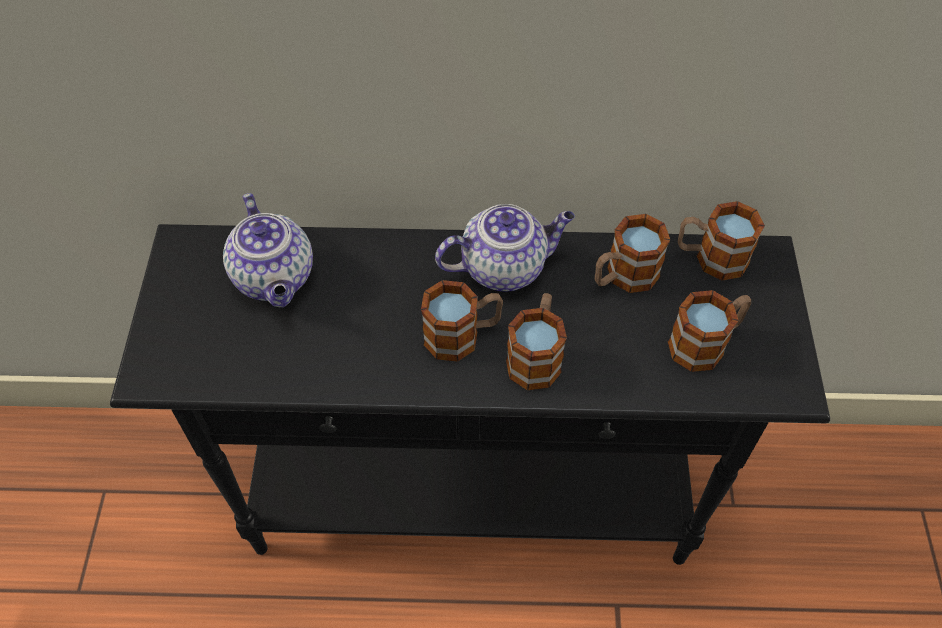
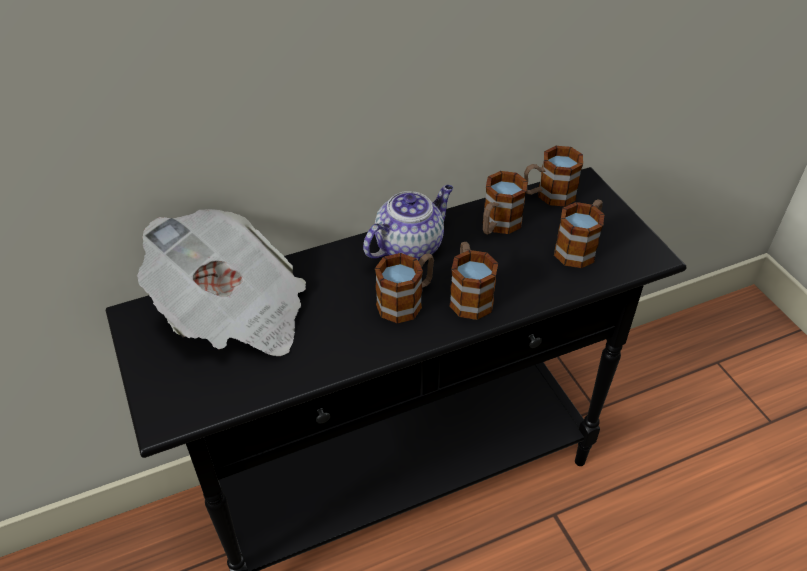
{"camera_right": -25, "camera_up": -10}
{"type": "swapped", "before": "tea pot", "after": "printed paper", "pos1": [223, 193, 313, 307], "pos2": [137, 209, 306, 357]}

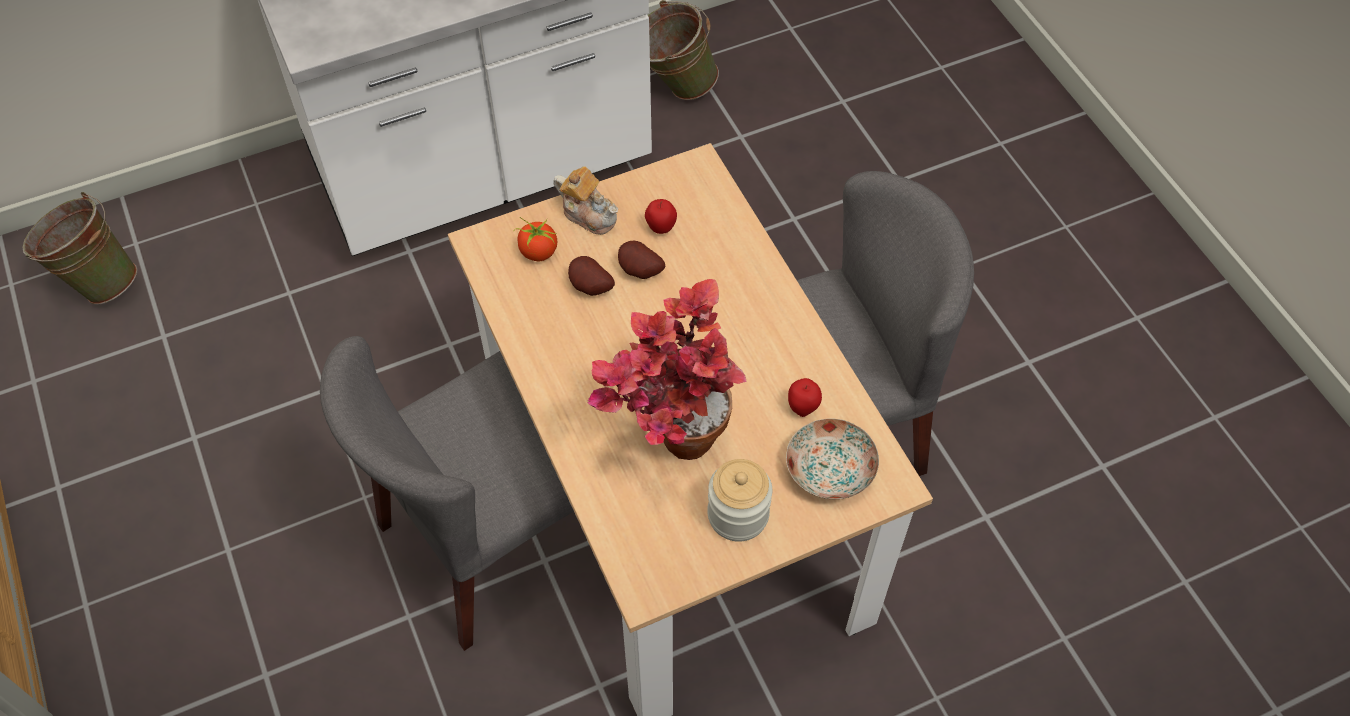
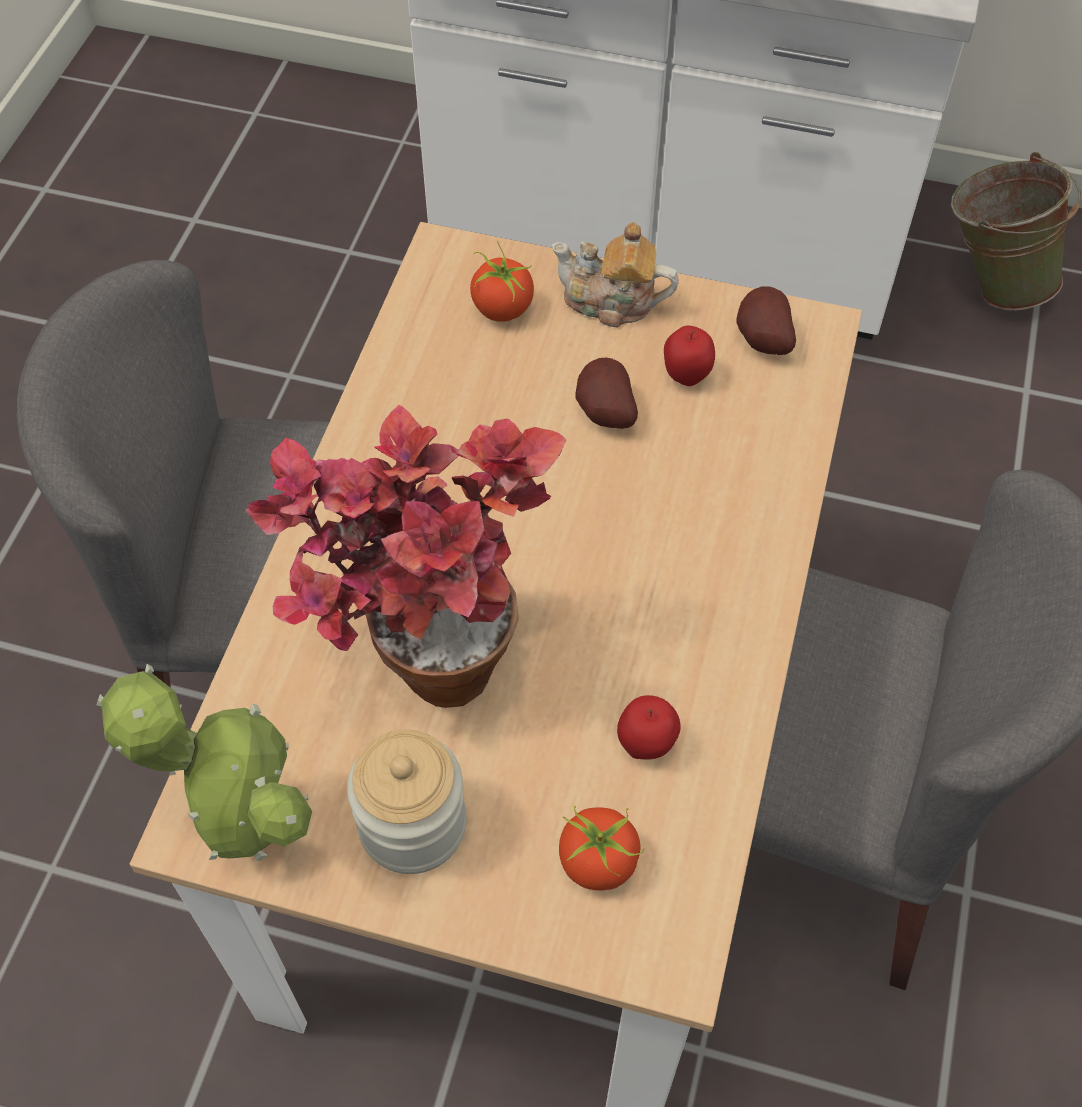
{"camera_right": 40, "camera_up": 0}
{"type": "gone", "before": "green bucket", "pos1": [22, 192, 137, 305]}
{"type": "rotated", "before": "tea pot", "pos1": [553, 166, 618, 235], "pos2": [552, 222, 679, 327], "turn": 120}
{"type": "shifted", "before": "potato", "pos1": [568, 256, 615, 296], "pos2": [737, 286, 796, 355]}
{"type": "swapped", "before": "dinner plate", "after": "fresh tomato", "pos1": [786, 419, 879, 499], "pos2": [559, 806, 645, 890]}
{"type": "new", "after": "houseplant", "pos2": [97, 664, 312, 861]}

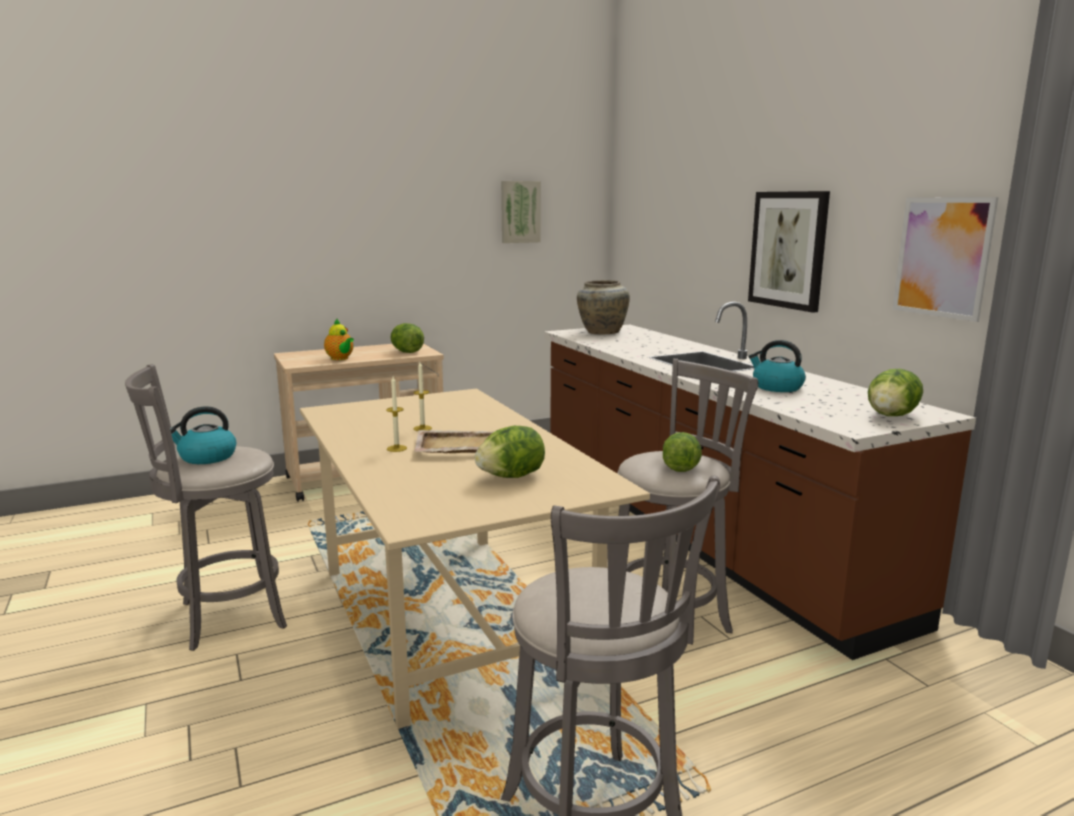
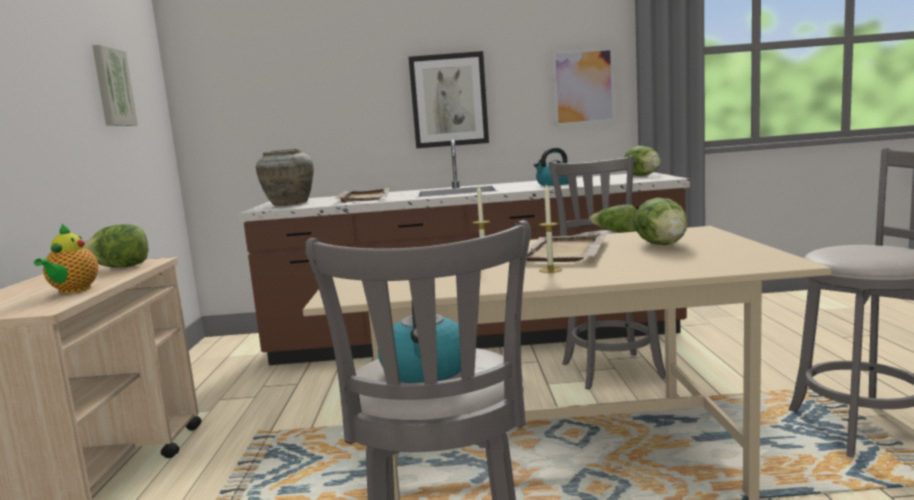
{"camera_right": -65, "camera_up": -5}
{"type": "rotated", "before": "tea pot", "pos1": [324, 319, 354, 360], "pos2": [34, 224, 98, 294], "turn": 105}
{"type": "new", "after": "beige-coloured carrying tray", "pos2": [334, 188, 389, 203]}

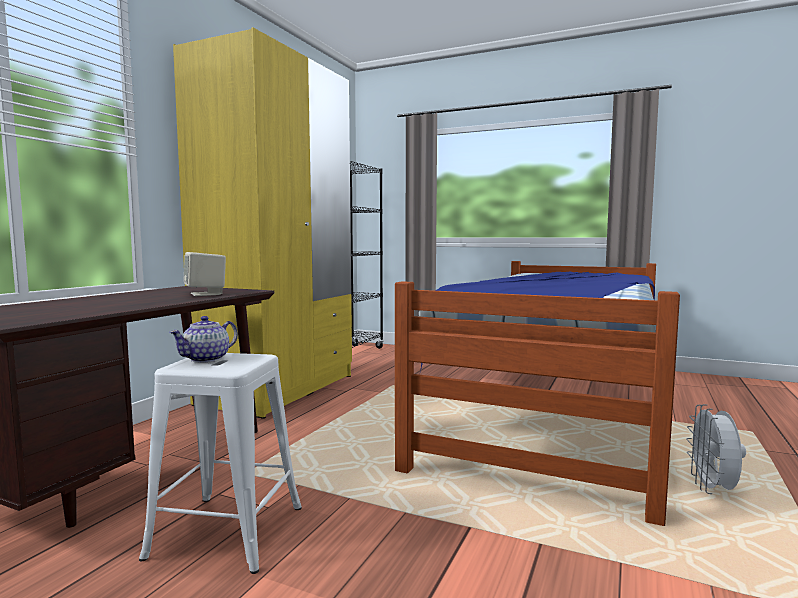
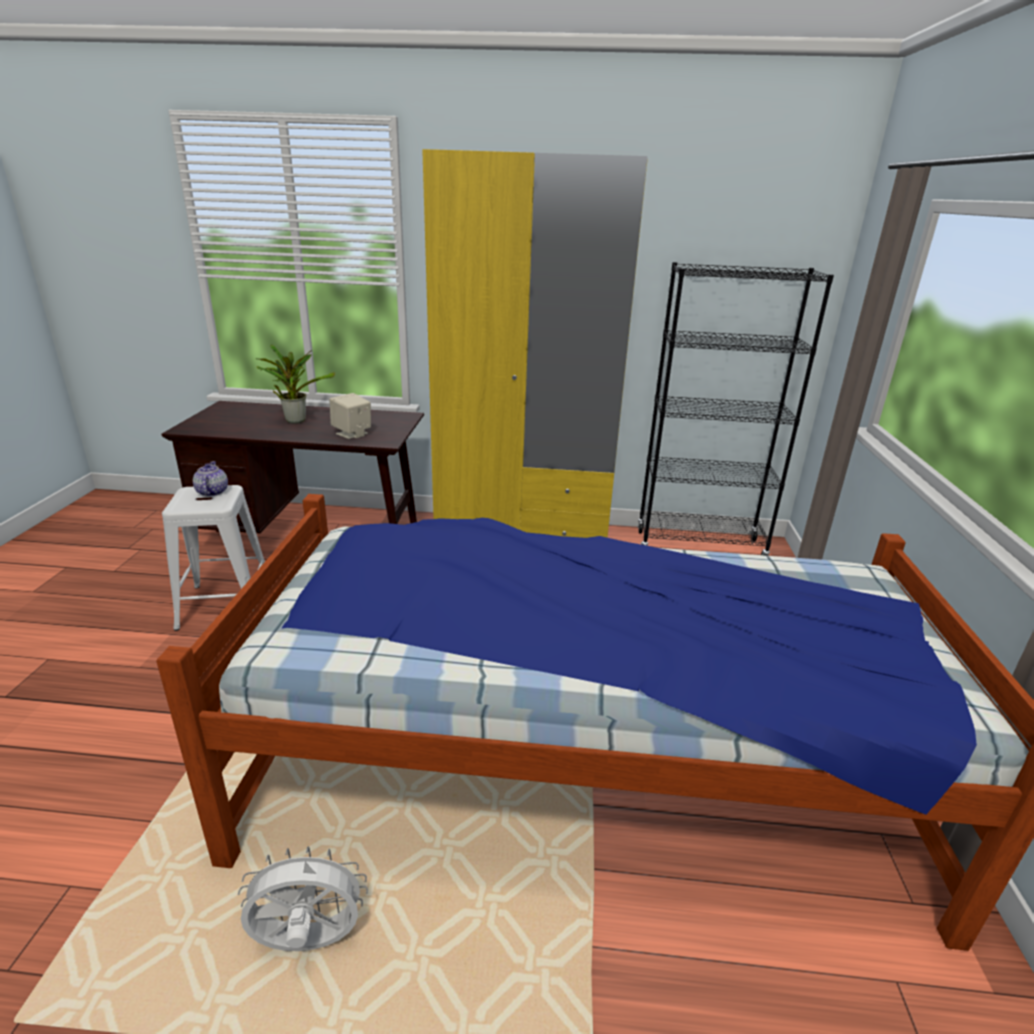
{"camera_right": 70, "camera_up": 20}
{"type": "rotated", "before": "tea pot", "pos1": [169, 316, 238, 363], "pos2": [193, 461, 228, 497], "turn": 60}
{"type": "new", "after": "houseplant", "pos2": [256, 344, 335, 424]}

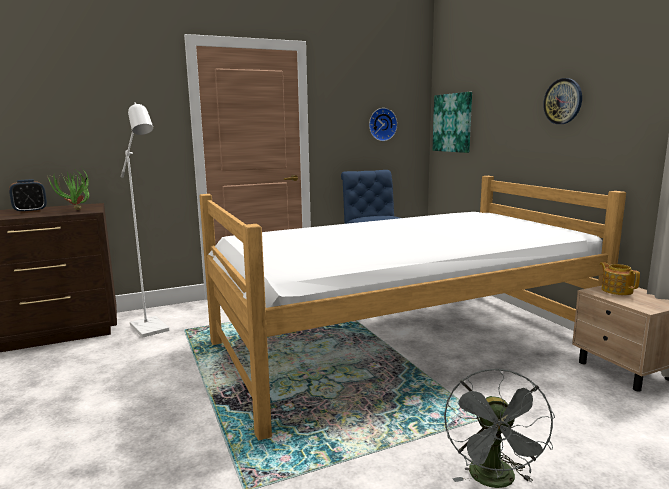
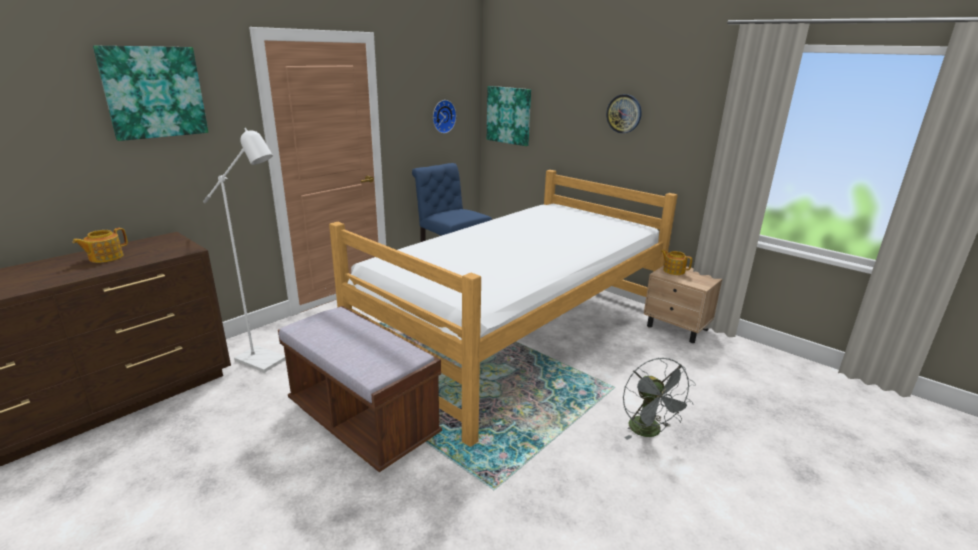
{"camera_right": -25, "camera_up": 10}
{"type": "swapped", "before": "bedside clock", "after": "tea pot", "pos1": [9, 179, 47, 213], "pos2": [72, 228, 128, 263]}
{"type": "gone", "before": "houseplant", "pos1": [47, 168, 91, 210]}
{"type": "new", "after": "picture", "pos2": [93, 46, 208, 141]}
{"type": "new", "after": "brown-coloured indoor bench", "pos2": [278, 306, 442, 472]}

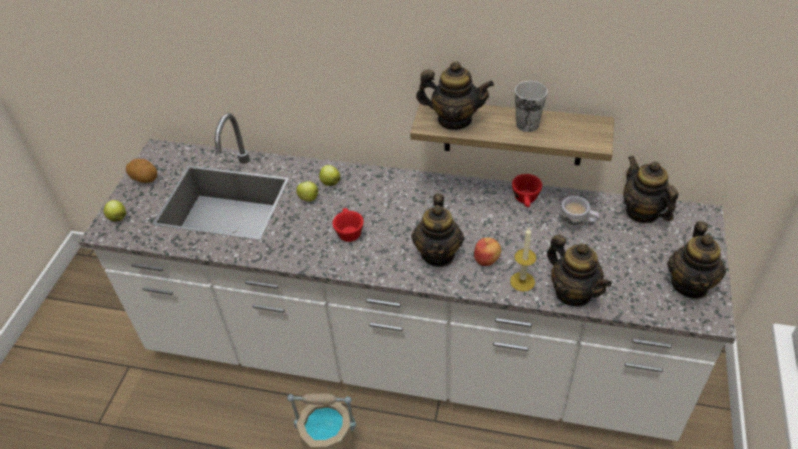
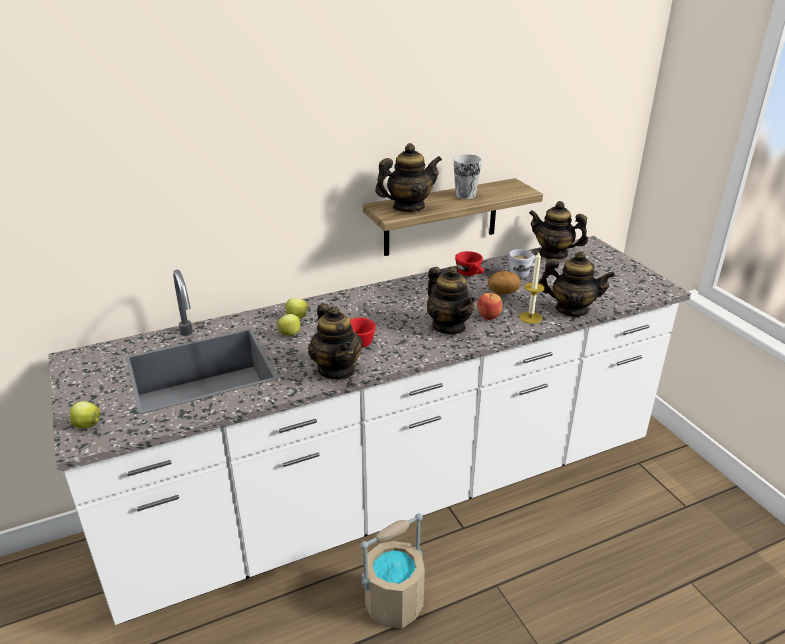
{"camera_right": -40, "camera_up": -15}
{"type": "shifted", "before": "potato", "pos1": [126, 159, 157, 183], "pos2": [488, 271, 520, 295]}
{"type": "shifted", "before": "tea pot", "pos1": [667, 221, 726, 299], "pos2": [308, 304, 363, 380]}

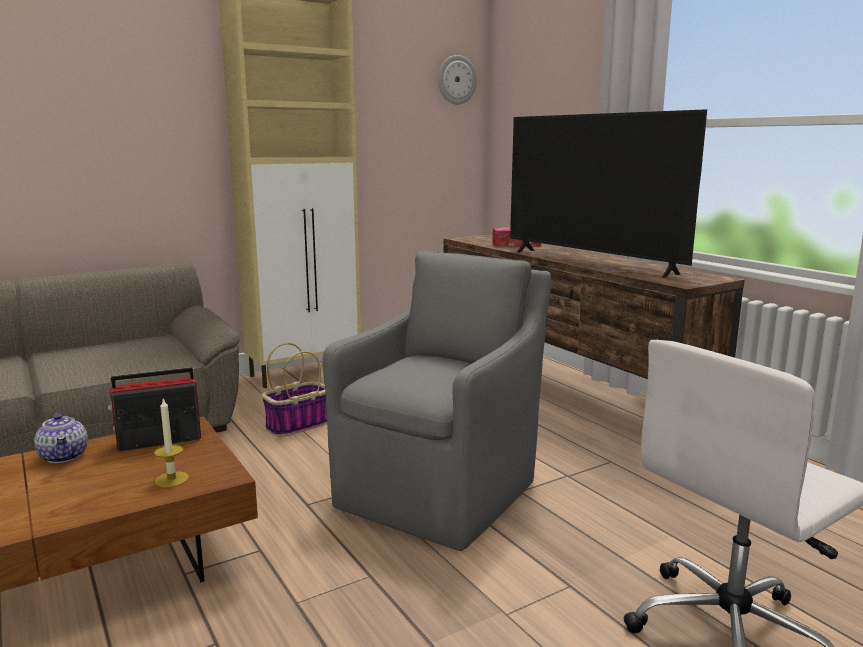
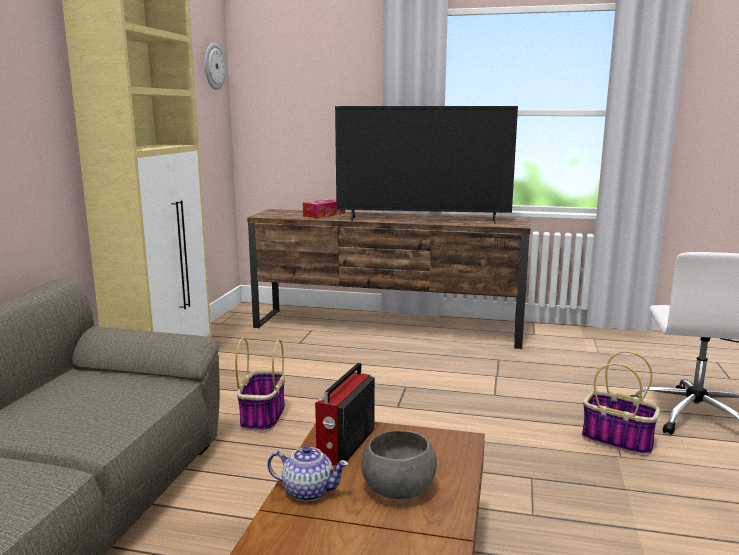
{"camera_right": -45, "camera_up": 0}
{"type": "gone", "before": "wax candle", "pos1": [154, 397, 189, 488]}
{"type": "gone", "before": "greyish easy chair", "pos1": [323, 251, 551, 551]}
{"type": "new", "after": "greyish serving bowl", "pos2": [361, 430, 437, 499]}
{"type": "new", "after": "storage basket", "pos2": [582, 351, 660, 456]}

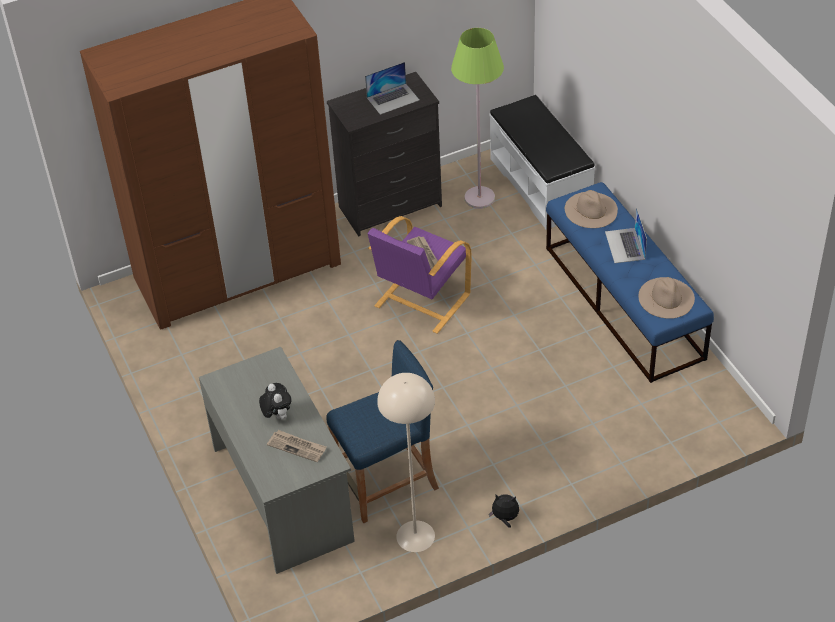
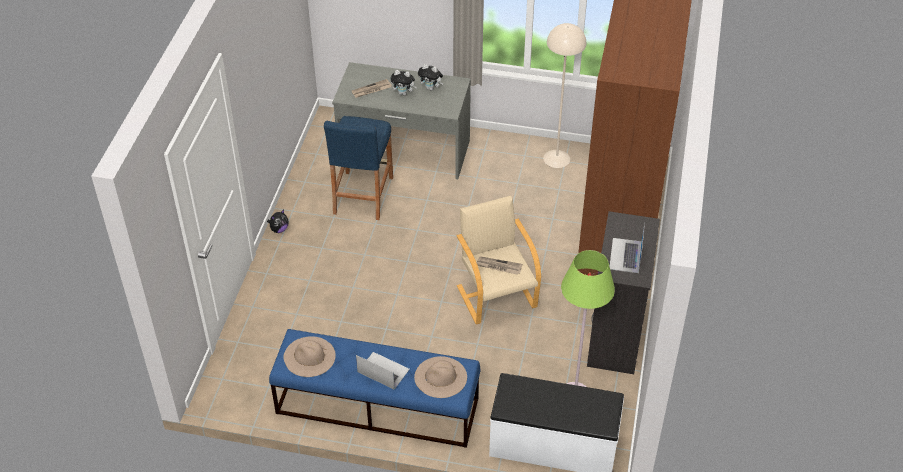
{"camera_right": 125, "camera_up": 0}
{"type": "repainted", "before": "purplish easy chair", "after": "beige-coloured easy chair", "pos1": [368, 216, 471, 334], "pos2": [456, 196, 541, 325]}
{"type": "shifted", "before": "beige-coloured standing lamp", "pos1": [377, 373, 435, 552], "pos2": [543, 23, 586, 168]}
{"type": "new", "after": "cuddly toy", "pos2": [418, 64, 444, 90]}

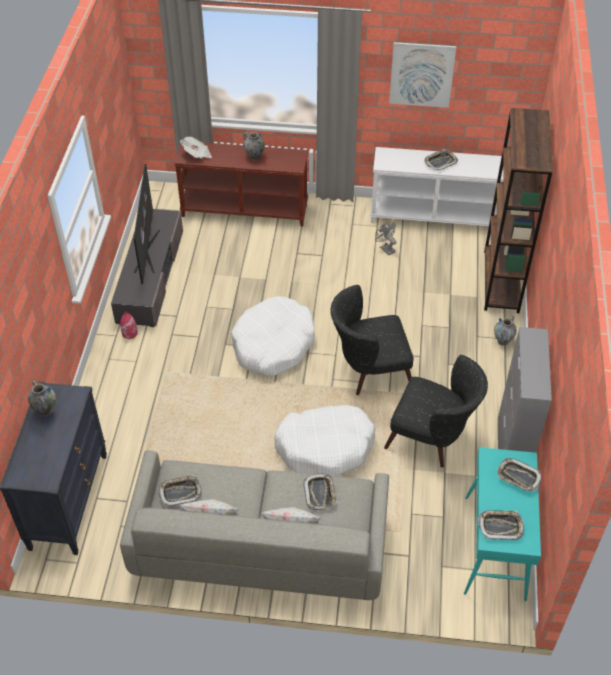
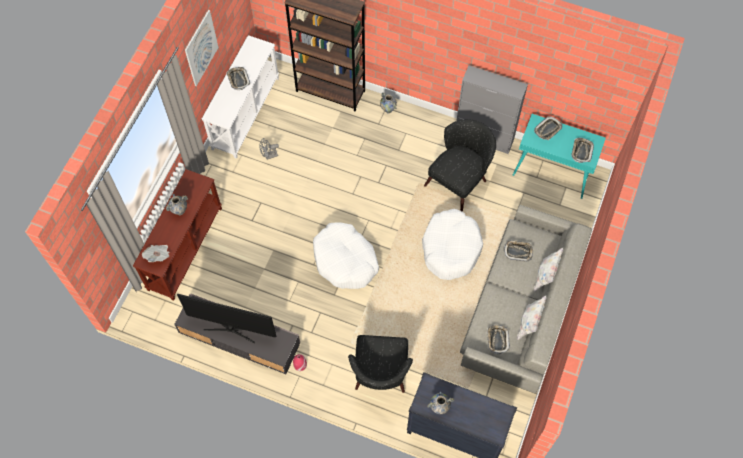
{"camera_right": -75, "camera_up": 15}
{"type": "shifted", "before": "blackish easy chair", "pos1": [330, 285, 414, 395], "pos2": [348, 335, 413, 393]}

